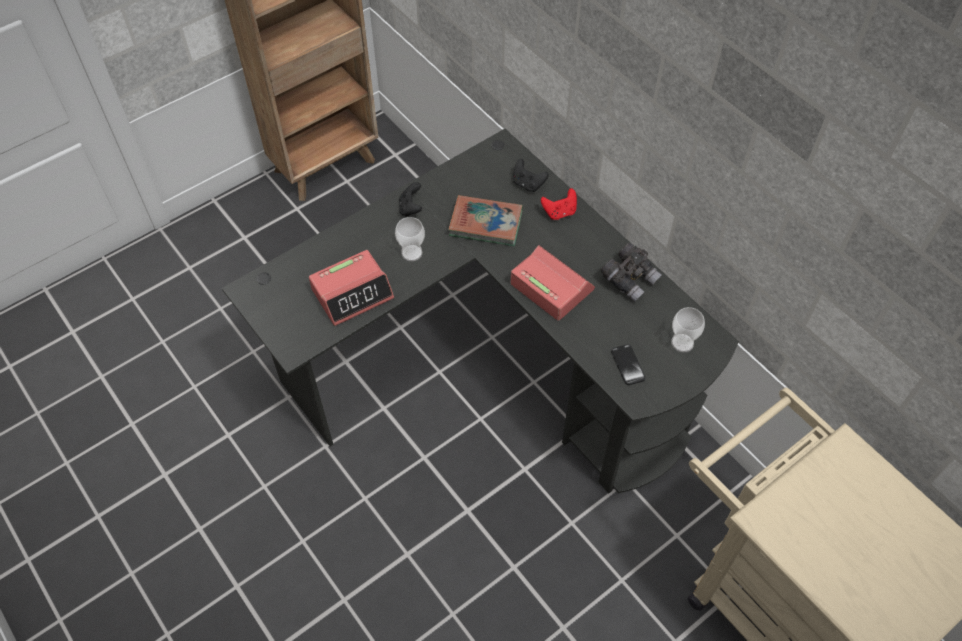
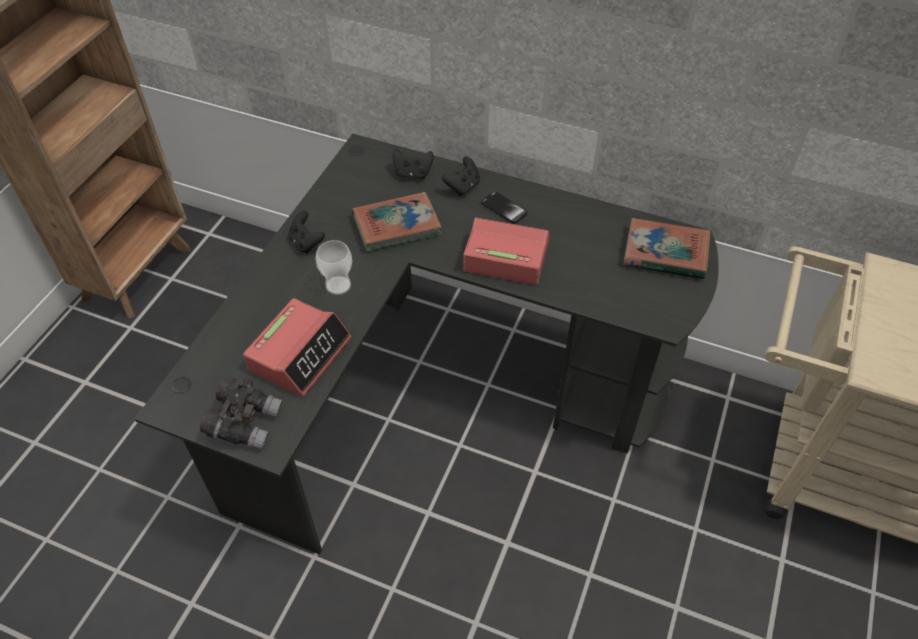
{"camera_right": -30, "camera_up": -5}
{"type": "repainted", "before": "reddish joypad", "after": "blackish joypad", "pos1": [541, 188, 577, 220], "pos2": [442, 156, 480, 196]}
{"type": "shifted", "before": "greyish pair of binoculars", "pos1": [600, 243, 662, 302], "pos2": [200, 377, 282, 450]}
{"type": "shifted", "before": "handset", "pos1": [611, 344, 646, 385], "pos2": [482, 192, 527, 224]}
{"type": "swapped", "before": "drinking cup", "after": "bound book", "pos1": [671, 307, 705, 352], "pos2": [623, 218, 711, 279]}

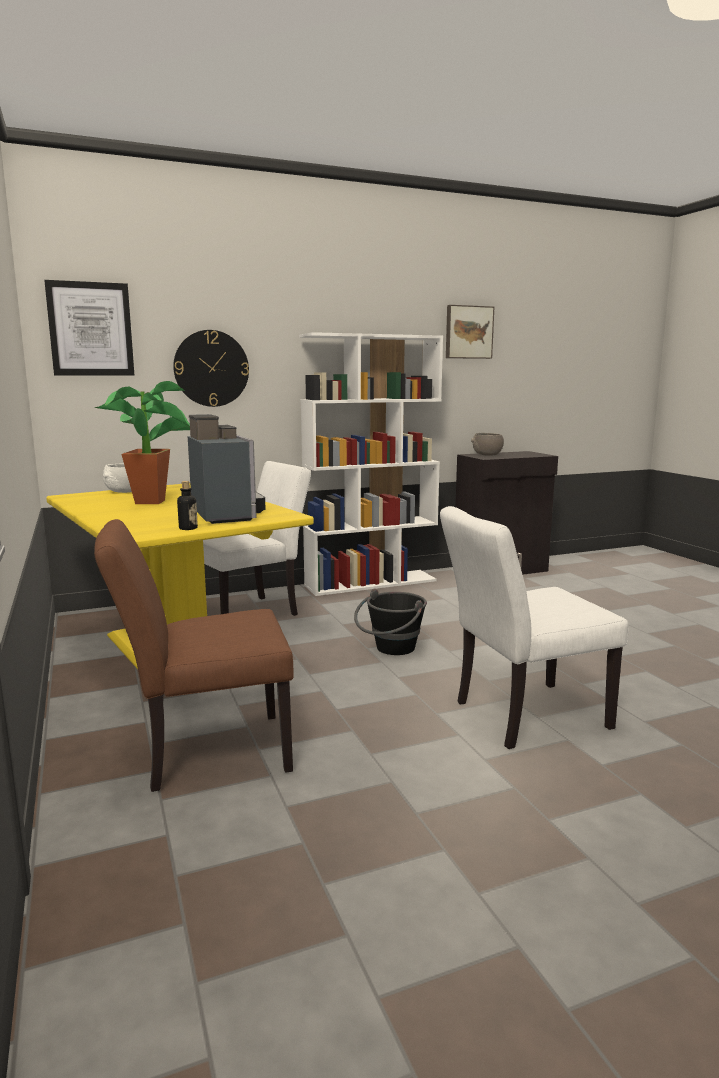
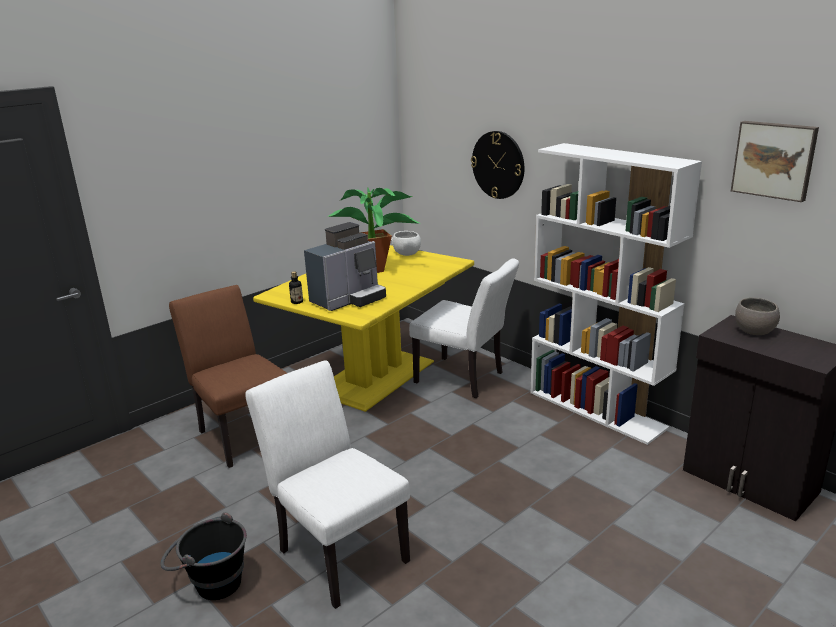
{"camera_right": 70, "camera_up": 10}
{"type": "gone", "before": "picture", "pos1": [44, 280, 134, 376]}
{"type": "shifted", "before": "blackish bucket", "pos1": [354, 588, 427, 655], "pos2": [161, 512, 247, 600]}

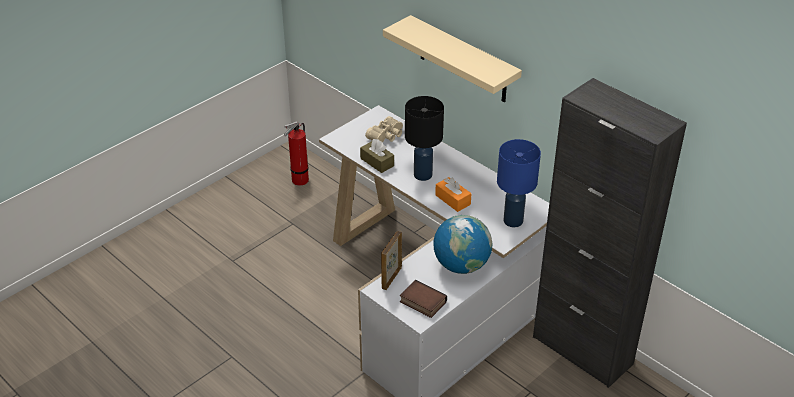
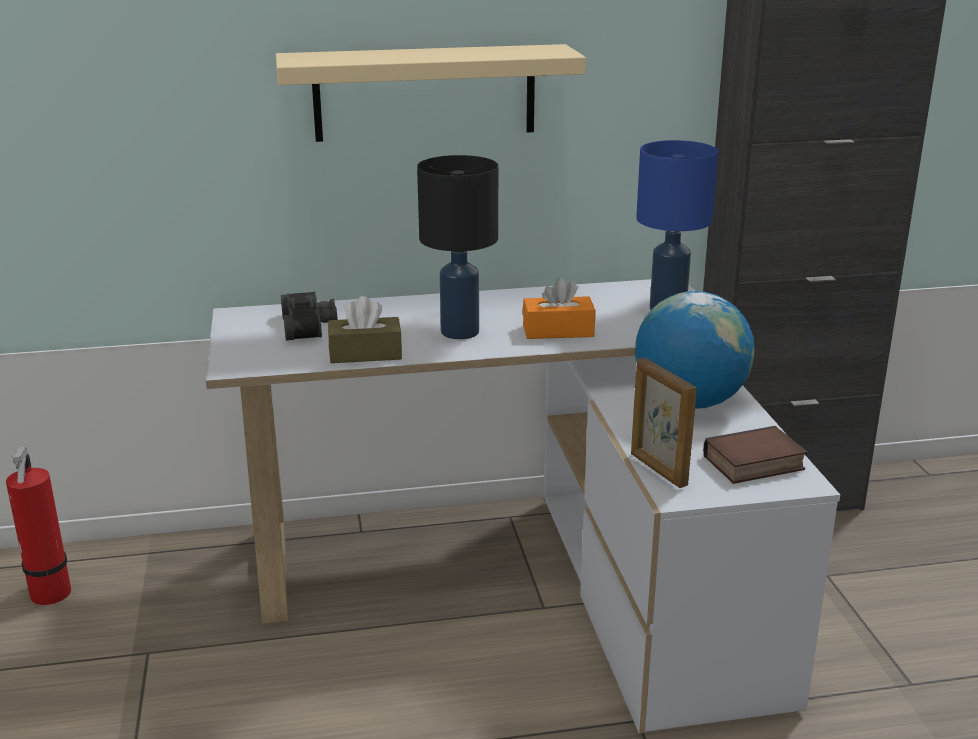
{"camera_right": -55, "camera_up": -15}
{"type": "repainted", "before": "beige-coloured pair of binoculars", "after": "blackish pair of binoculars", "pos1": [365, 116, 403, 143], "pos2": [281, 291, 338, 341]}

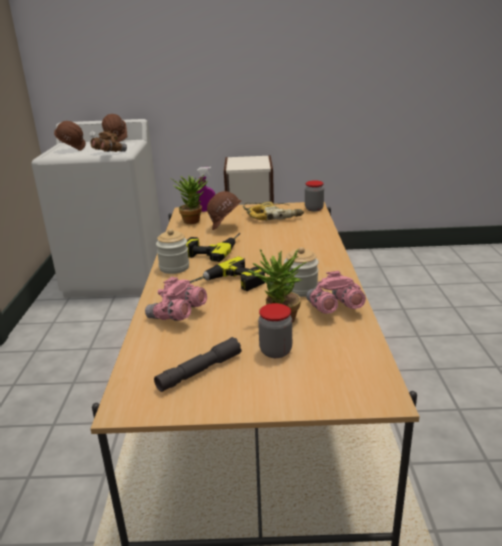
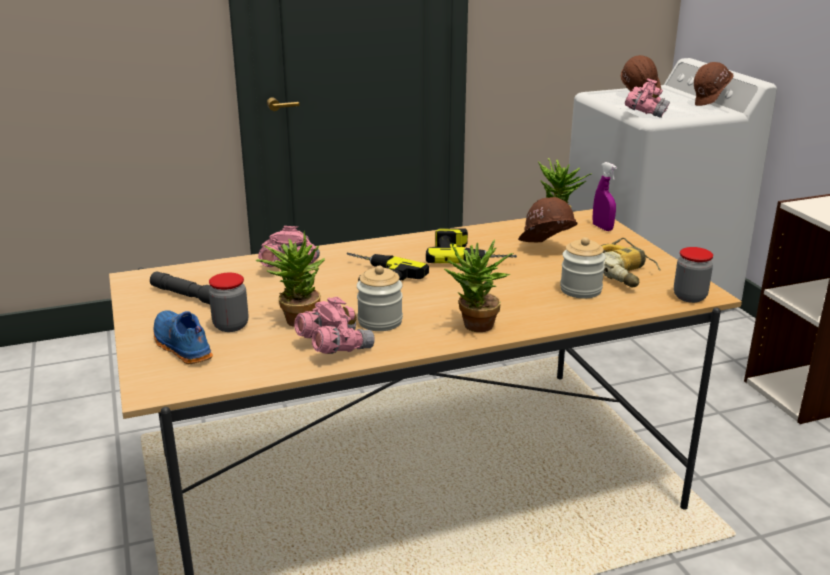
{"camera_right": 70, "camera_up": 0}
{"type": "repainted", "before": "brown-coloured pair of binoculars", "after": "pinkish pair of binoculars", "pos1": [90, 129, 127, 152], "pos2": [625, 78, 670, 118]}
{"type": "shifted", "before": "jar", "pos1": [156, 229, 189, 274], "pos2": [560, 237, 606, 299]}
{"type": "new", "after": "blue-coloured shoe", "pos2": [154, 310, 213, 364]}
{"type": "new", "after": "houseplant", "pos2": [444, 240, 514, 332]}

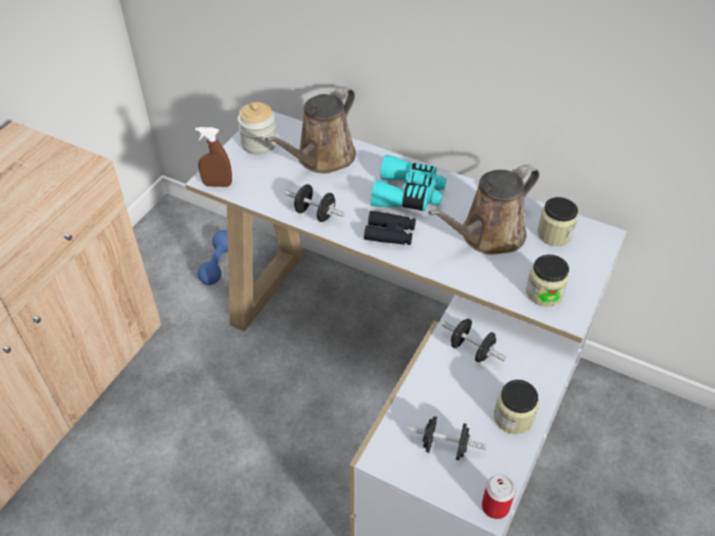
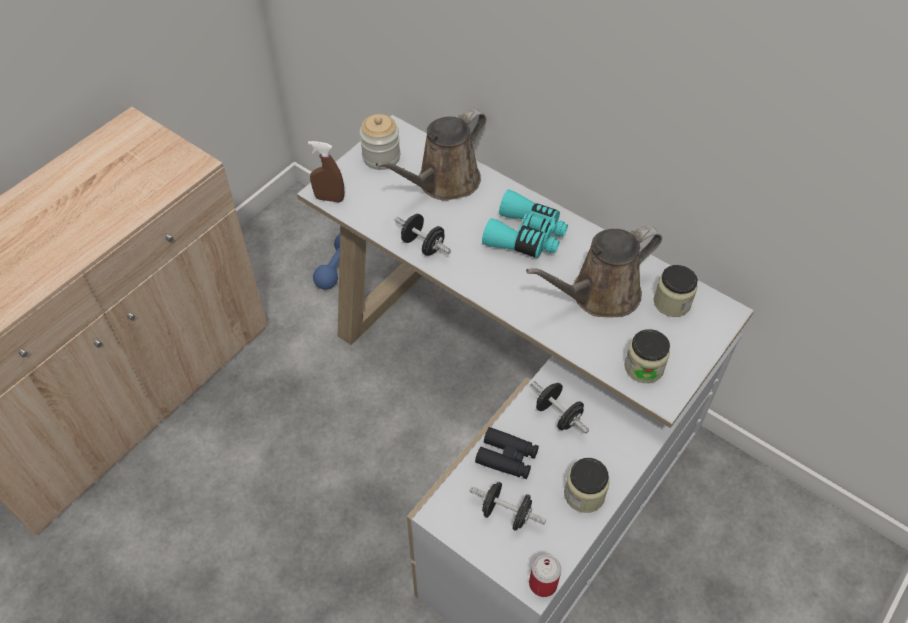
{"camera_right": 10, "camera_up": 5}
{"type": "shifted", "before": "blackish pair of binoculars", "pos1": [364, 211, 416, 245], "pos2": [475, 427, 539, 479]}

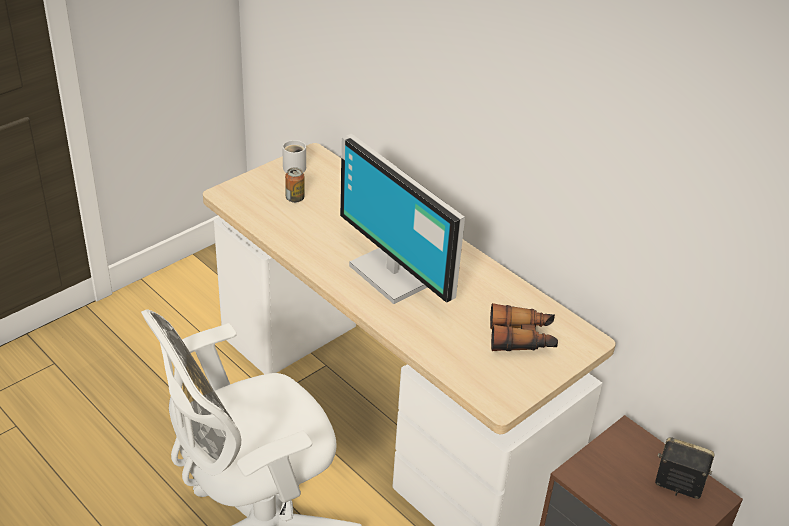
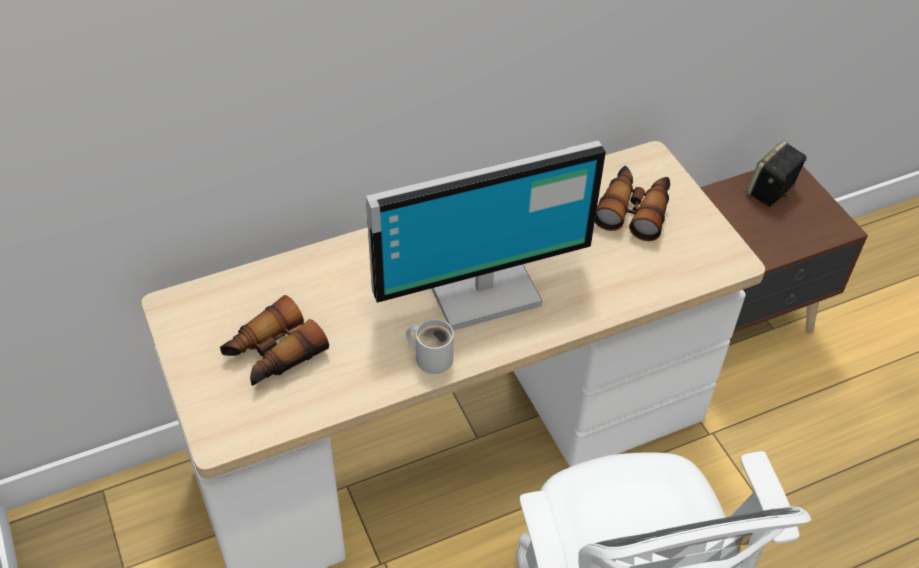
{"camera_right": -70, "camera_up": 10}
{"type": "shifted", "before": "white coffee mug", "pos1": [282, 140, 306, 173], "pos2": [406, 319, 454, 374]}
{"type": "swapped", "before": "can", "after": "pair of binoculars", "pos1": [285, 167, 304, 203], "pos2": [220, 295, 329, 386]}

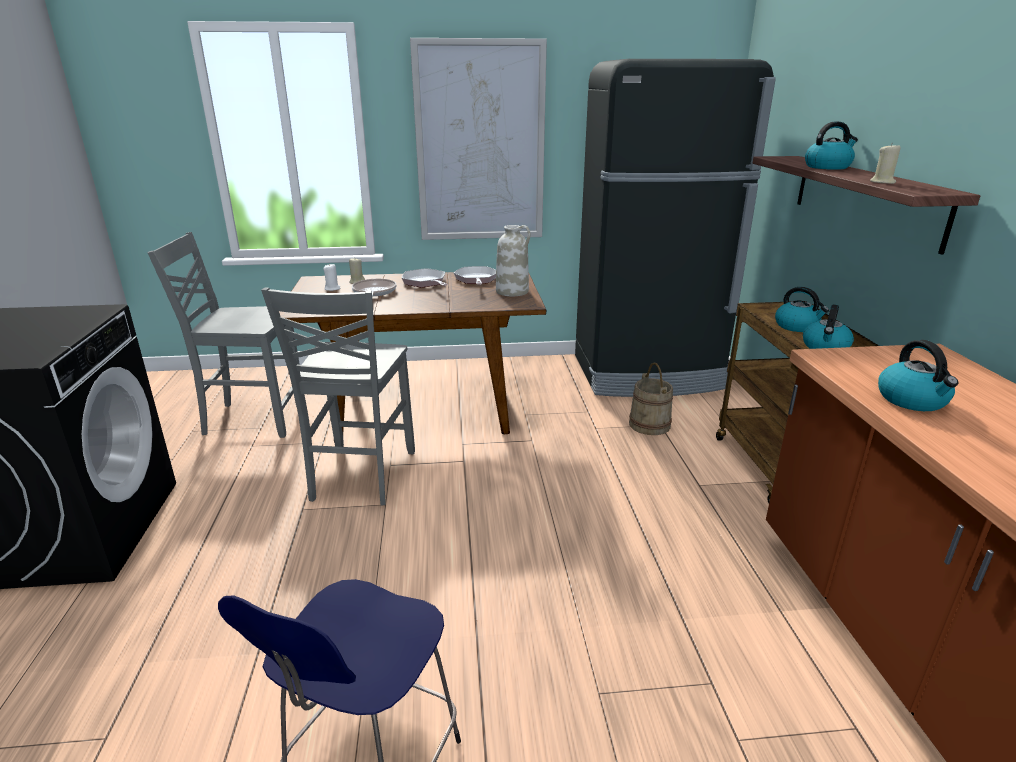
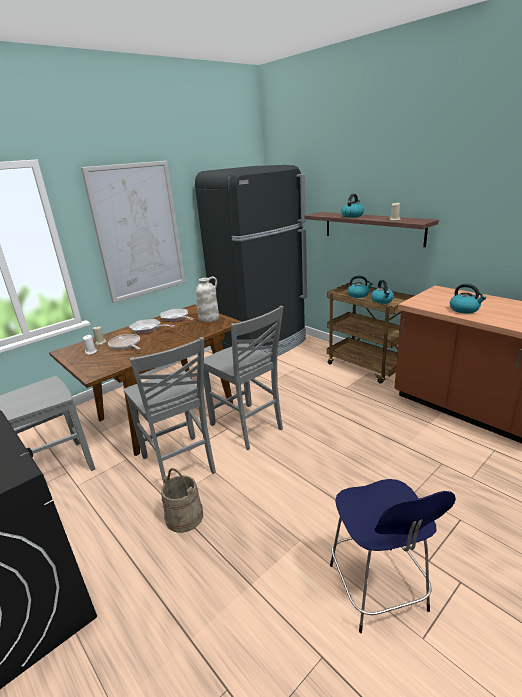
{"camera_right": -35, "camera_up": 0}
{"type": "shifted", "before": "beige-coloured bucket", "pos1": [629, 363, 673, 435], "pos2": [161, 468, 203, 533]}
{"type": "new", "after": "greyish plain chair", "pos2": [204, 306, 283, 450]}

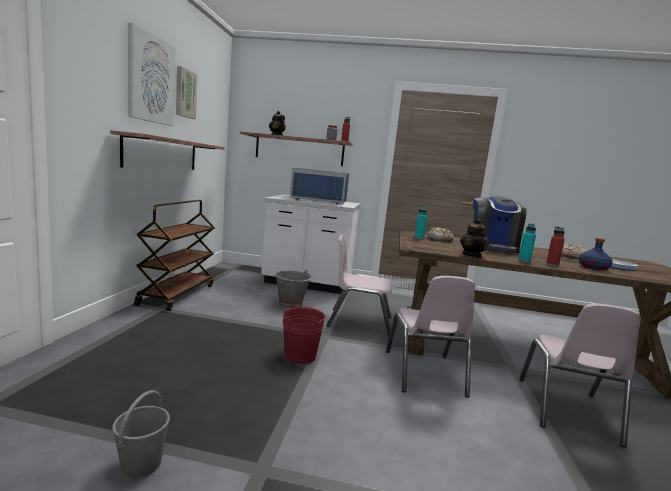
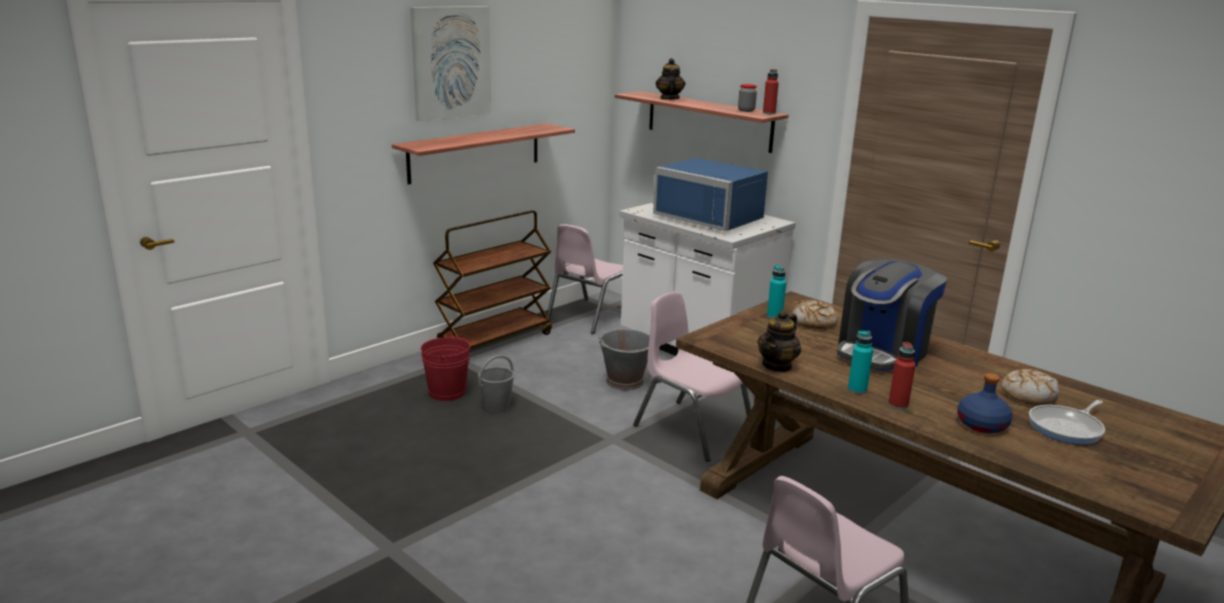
{"camera_right": 35, "camera_up": 10}
{"type": "shifted", "before": "greyish bucket", "pos1": [112, 390, 170, 479], "pos2": [478, 355, 514, 412]}
{"type": "gone", "before": "picture", "pos1": [176, 66, 197, 119]}
{"type": "shifted", "before": "reddish bucket", "pos1": [283, 305, 326, 364], "pos2": [421, 334, 471, 401]}
{"type": "shifted", "before": "pinkish plain chair", "pos1": [386, 276, 475, 398], "pos2": [547, 224, 623, 334]}

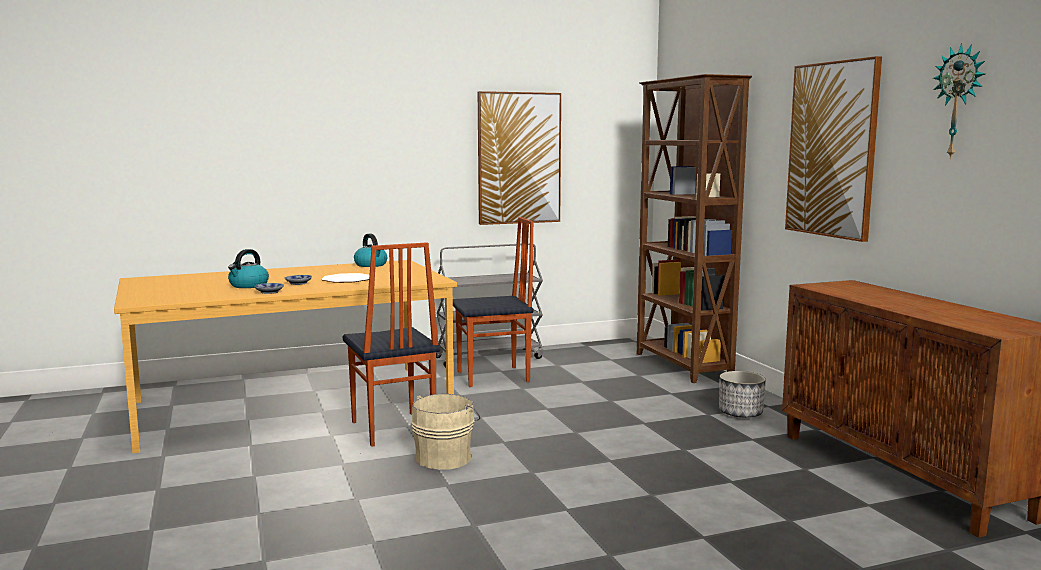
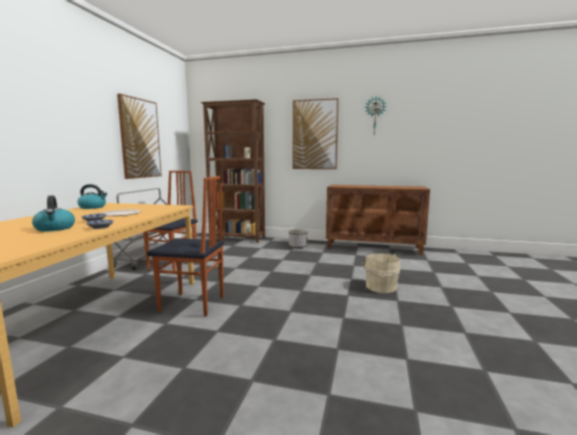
{"camera_right": -55, "camera_up": 0}
{"type": "shifted", "before": "beige-coloured bucket", "pos1": [411, 394, 480, 470], "pos2": [362, 253, 400, 293]}

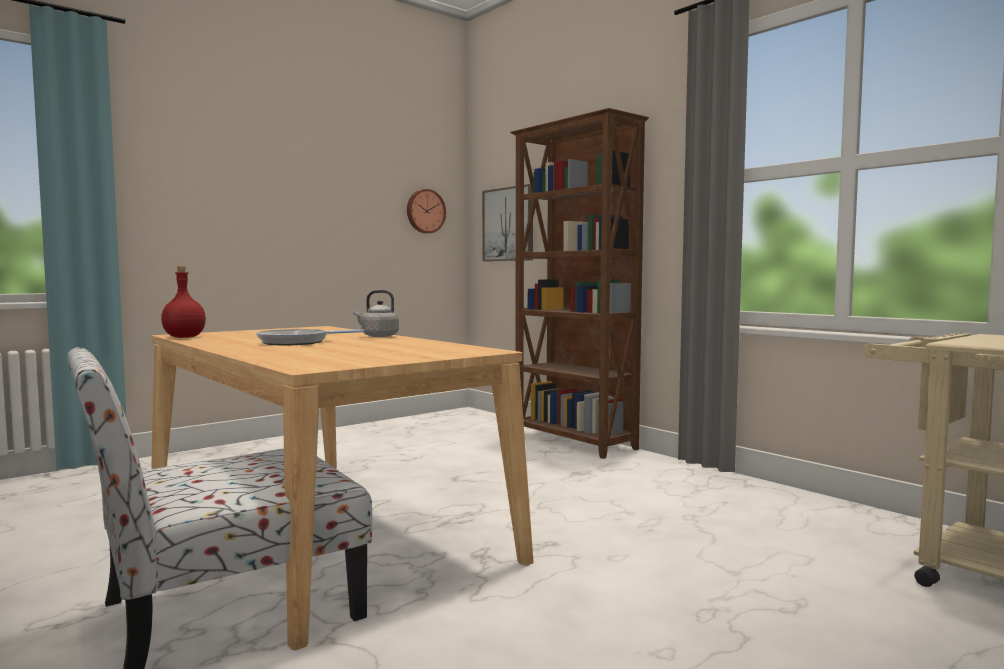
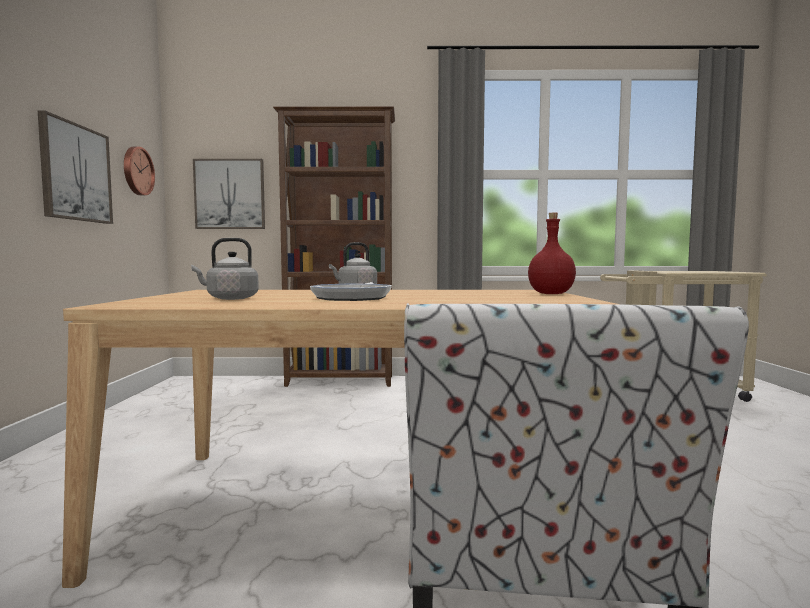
{"camera_right": -50, "camera_up": 0}
{"type": "shifted", "before": "reddish beverage bottle", "pos1": [161, 267, 206, 338], "pos2": [528, 213, 576, 294]}
{"type": "new", "after": "picture", "pos2": [38, 111, 113, 224]}
{"type": "new", "after": "greyish kettle", "pos2": [191, 238, 259, 300]}

